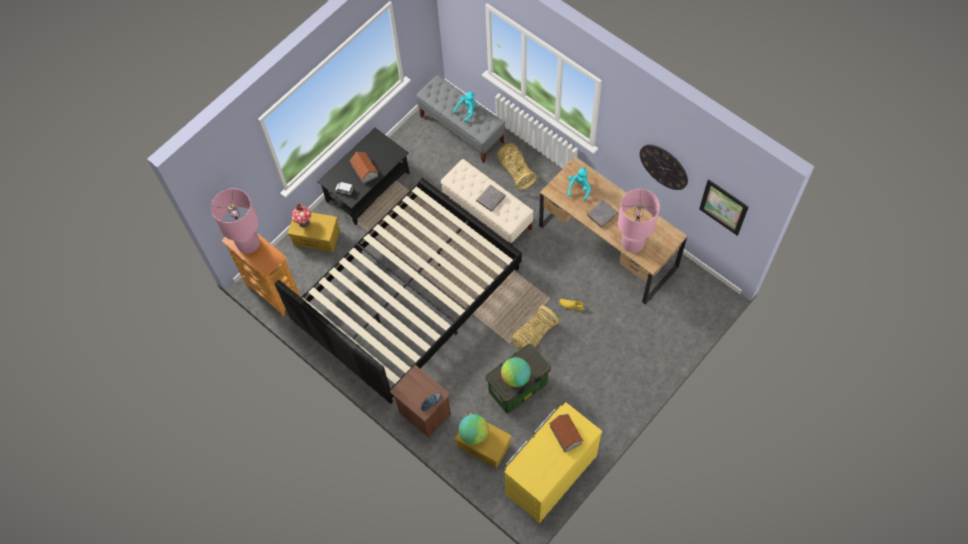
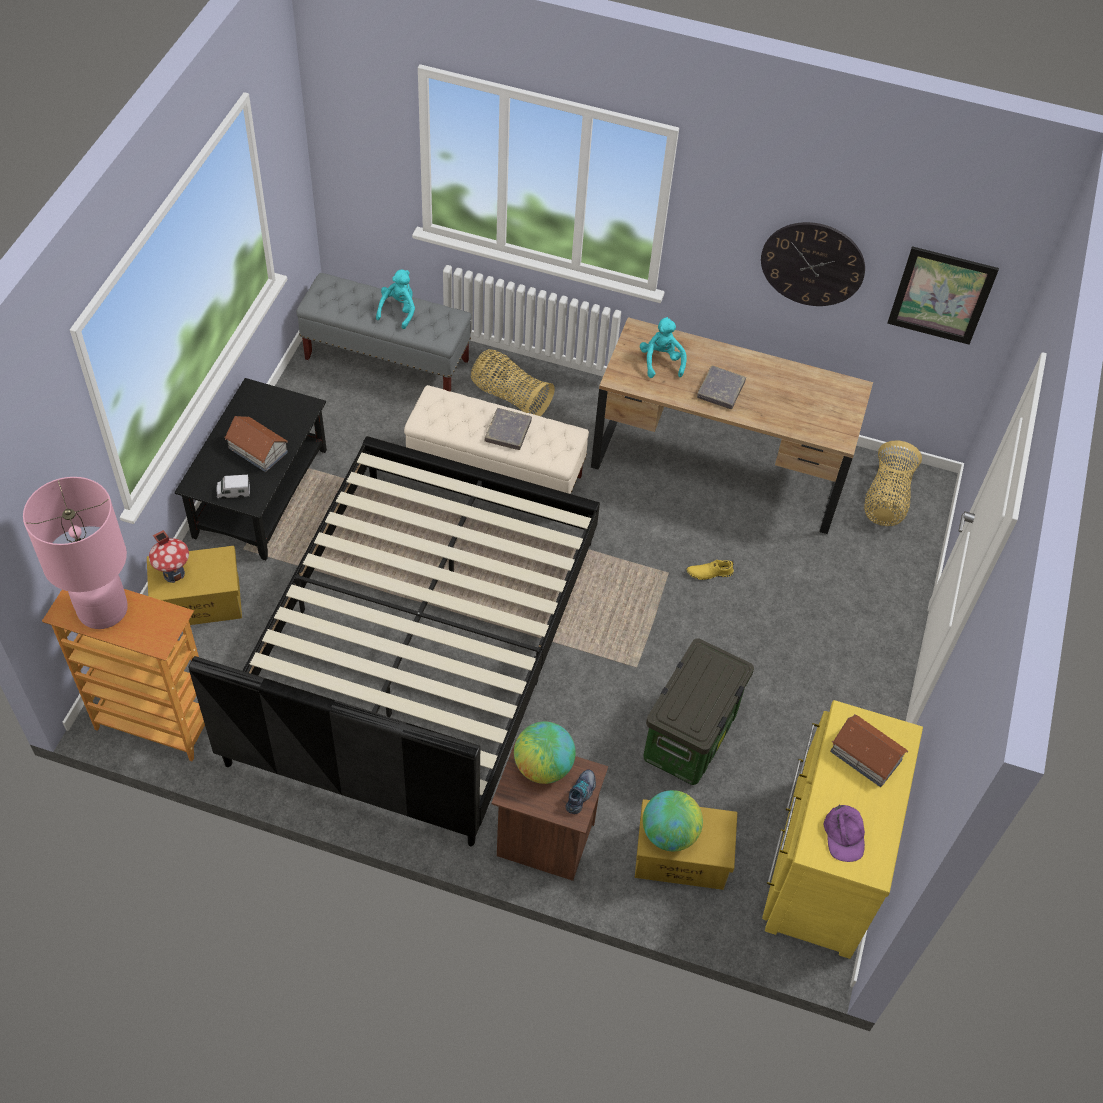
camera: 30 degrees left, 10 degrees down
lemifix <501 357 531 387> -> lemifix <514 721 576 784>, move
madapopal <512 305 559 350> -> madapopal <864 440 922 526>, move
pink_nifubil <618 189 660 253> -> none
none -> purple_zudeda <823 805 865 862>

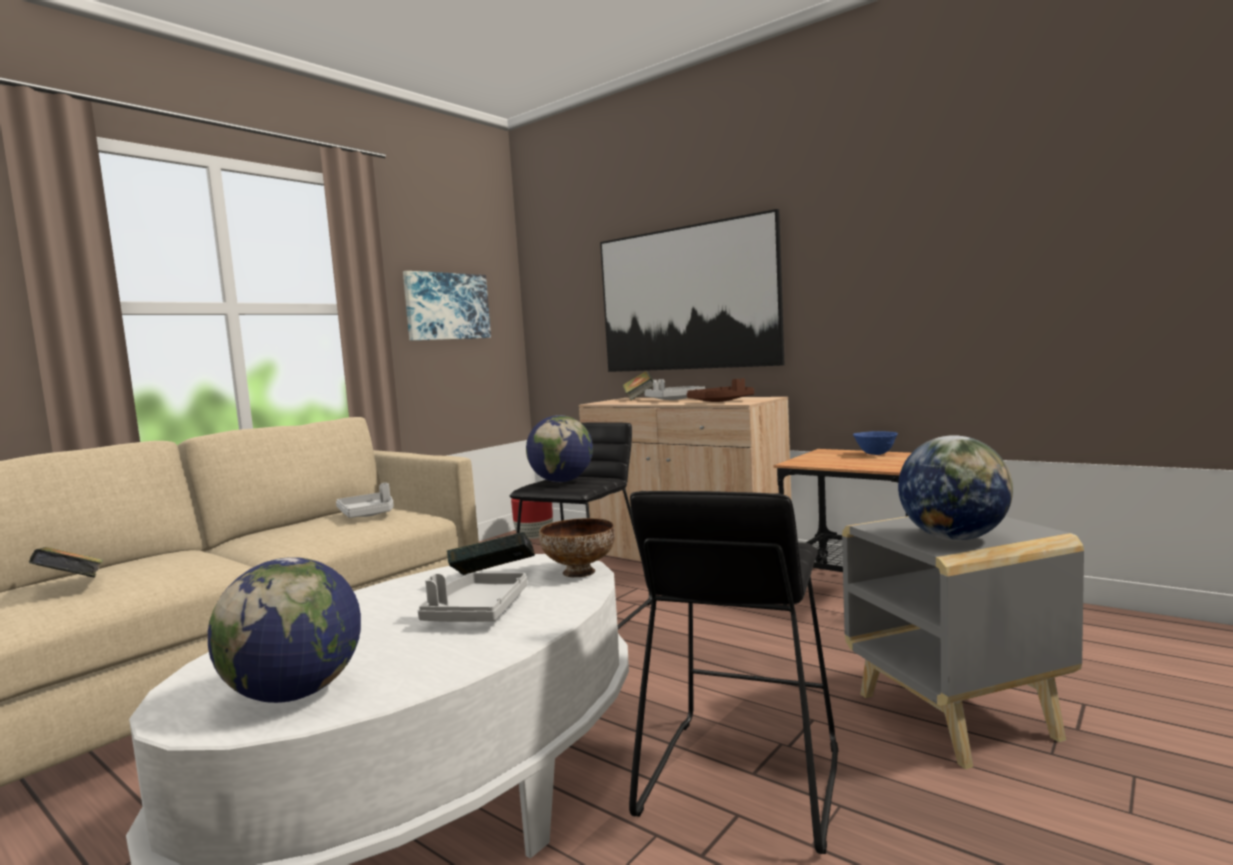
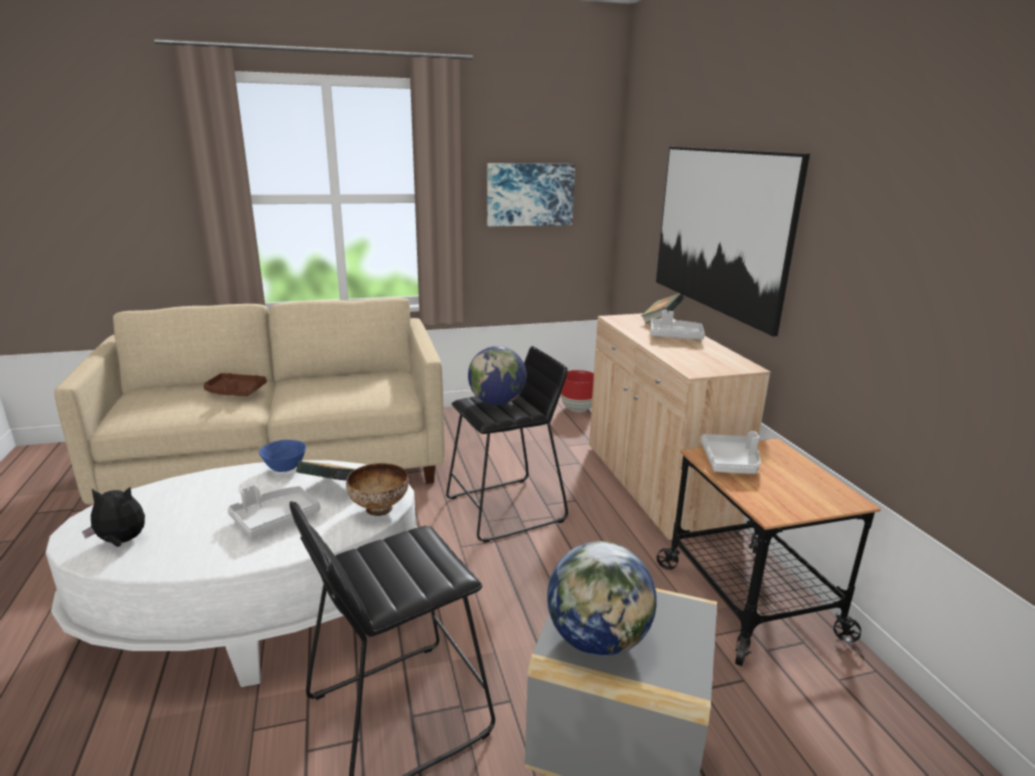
camera: 35 degrees right, 15 degrees up
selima <29 547 103 578> -> none
lemifix <208 557 361 703> -> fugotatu <82 487 145 547>
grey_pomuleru <336 483 394 518> -> grey_pomuleru <701 431 761 474>, move
brown_pomuleru <687 378 754 402> -> brown_pomuleru <203 373 267 396>, move
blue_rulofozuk <853 431 898 455> -> blue_rulofozuk <259 440 306 472>, move

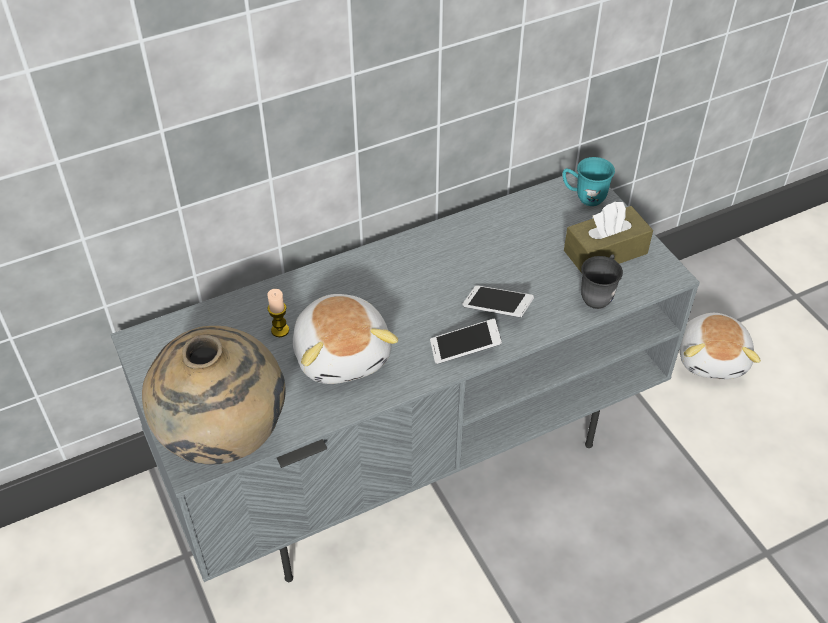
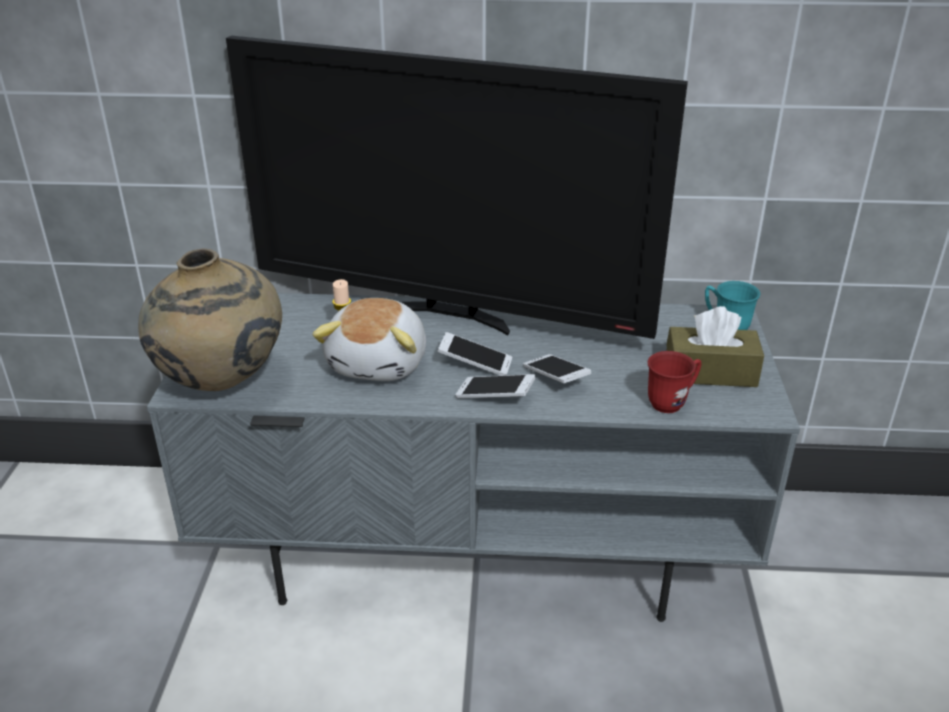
camera: 30 degrees right, 15 degrees down
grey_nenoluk <581 254 623 309> -> red_nenoluk <648 351 702 413>
fugotatu <679 313 761 379> -> none
none -> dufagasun <226 36 688 339>
none -> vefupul <438 332 512 375>

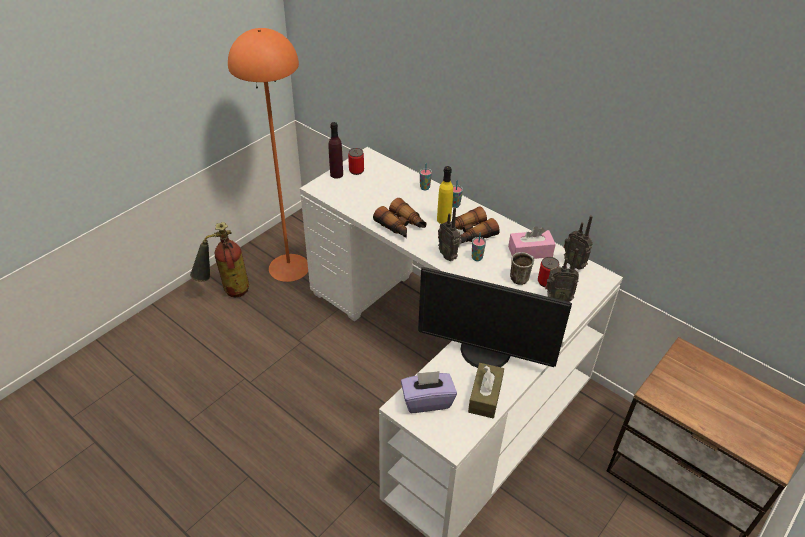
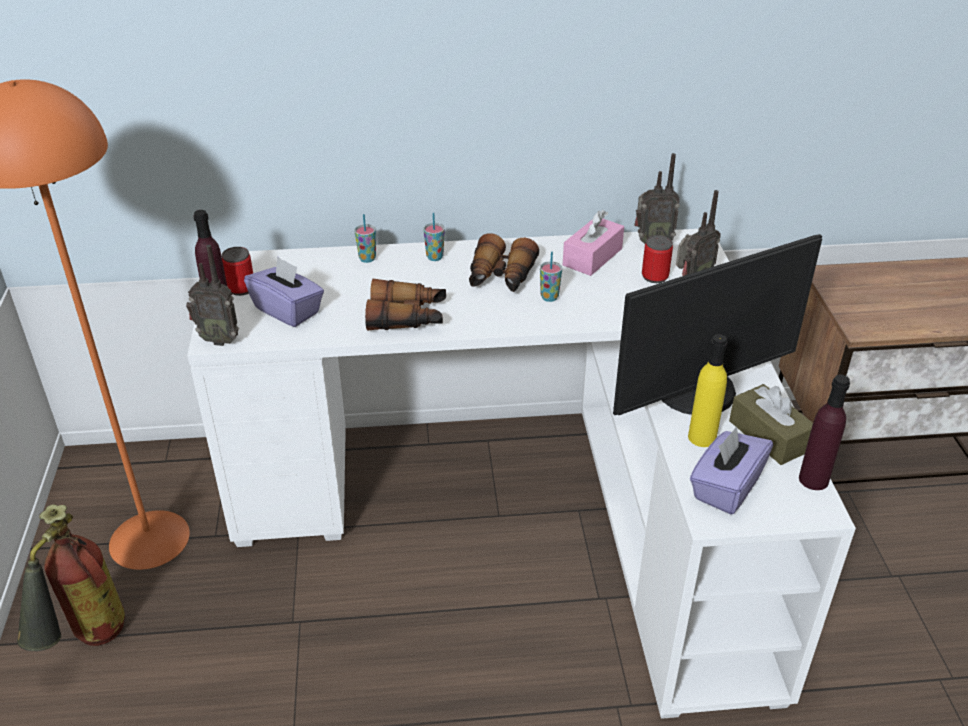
camera: 45 degrees left, 5 degrees down
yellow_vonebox <437 166 453 224> -> yellow_vonebox <688 334 727 447>, move
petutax <438 207 462 261> -> petutax <186 245 239 346>, move
nenoluk <510 252 534 285> -> none
none -> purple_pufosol <244 256 324 327>
none -> purple_vonebox <799 375 850 490>

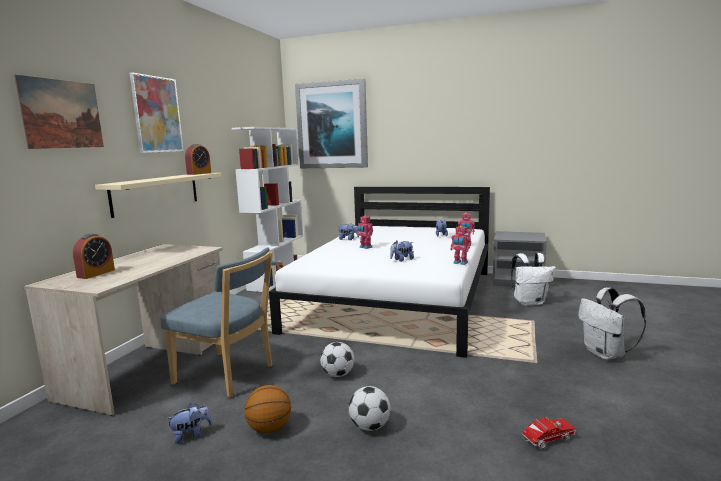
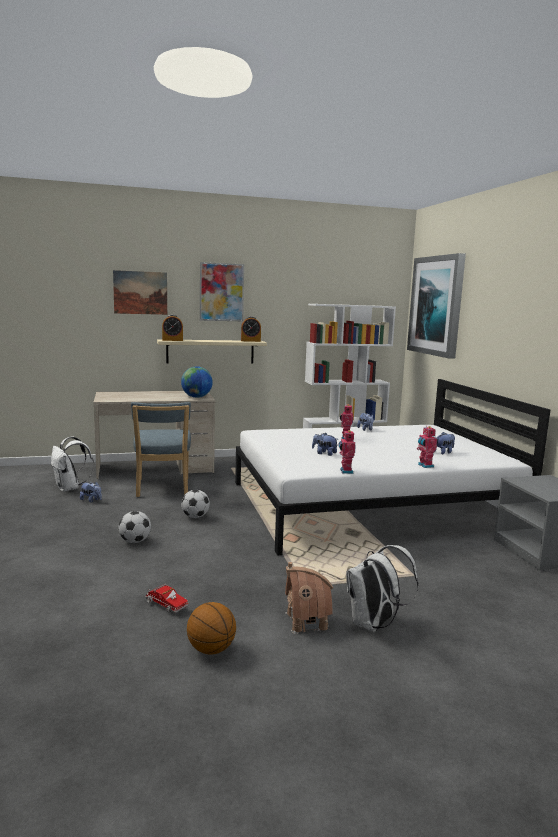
camera: 55 degrees right, 0 degrees up
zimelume <73 234 115 279> -> zimelume <162 315 183 341>, move
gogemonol <244 385 291 434> -> gogemonol <187 602 236 654>, move
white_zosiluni <511 253 556 306> -> white_zosiluni <51 436 94 492>, move
none -> lemifix <181 366 213 398>
none -> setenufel <285 562 333 634>

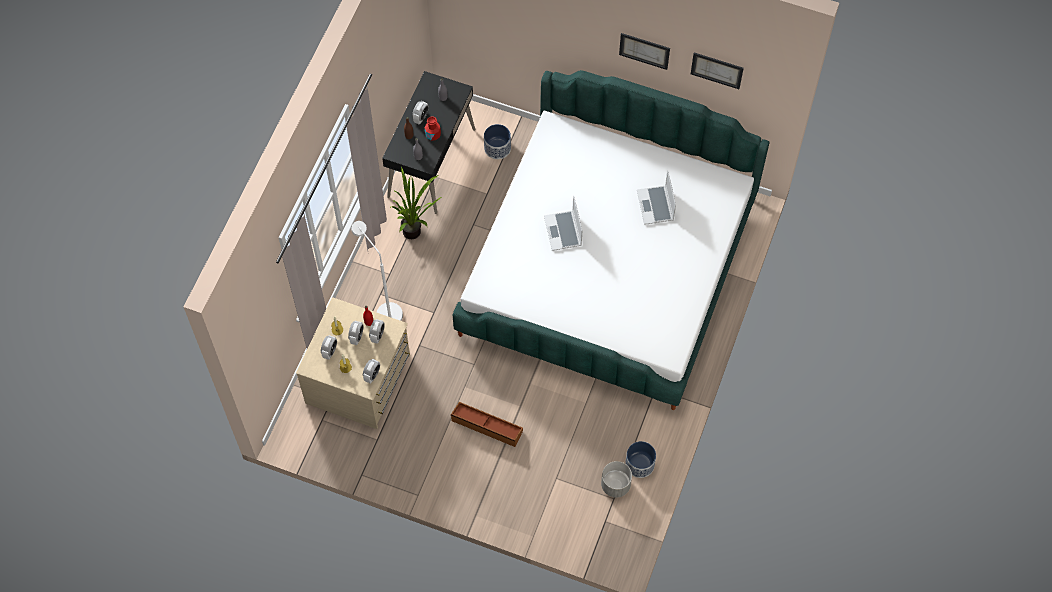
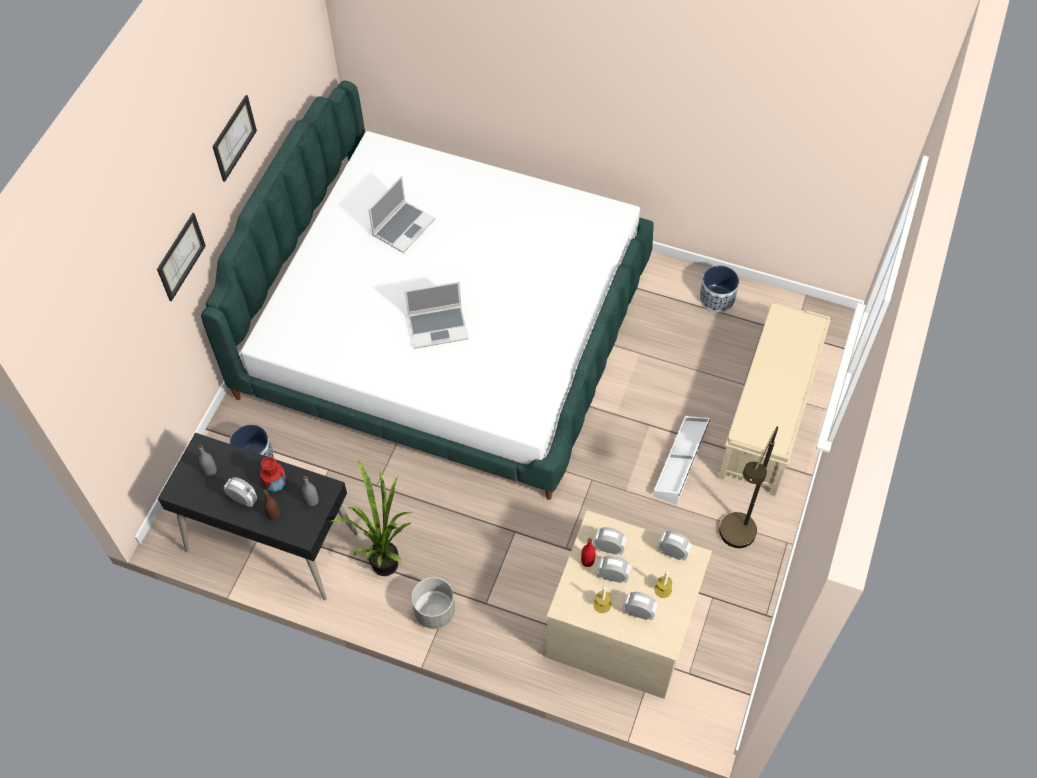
camera: 90 degrees left, 5 degrees down
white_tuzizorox <351 221 403 321> -> none
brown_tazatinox <451 402 523 447> -> white_tazatinox <653 416 710 505>
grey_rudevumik <601 461 632 497> -> grey_rudevumik <412 577 455 629>, move
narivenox <637 171 676 225> -> narivenox <369 176 435 253>, 45 degrees counterclockwise
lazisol <691 53 744 89> -> lazisol <157 213 206 301>, move
none -> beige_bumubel <718 303 831 496>
none -> brown_tuzizorox <719 427 778 548>

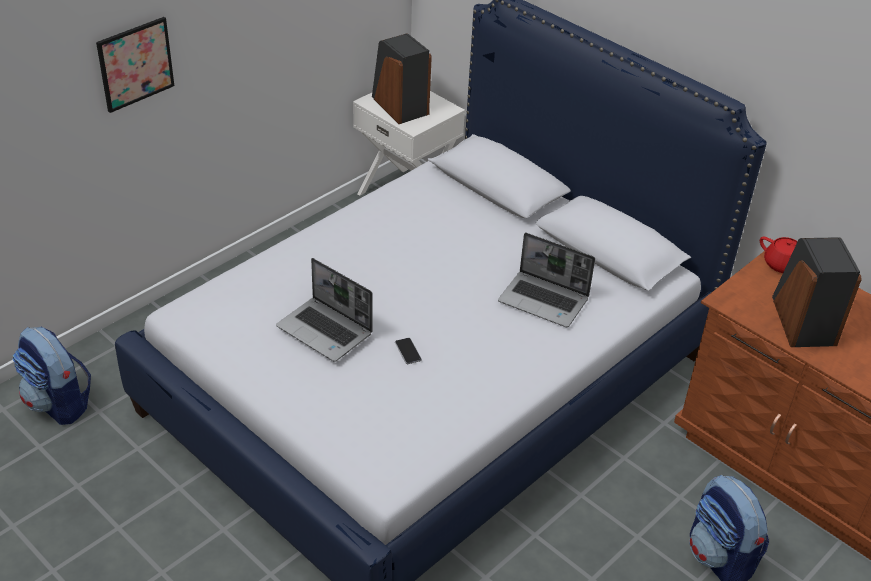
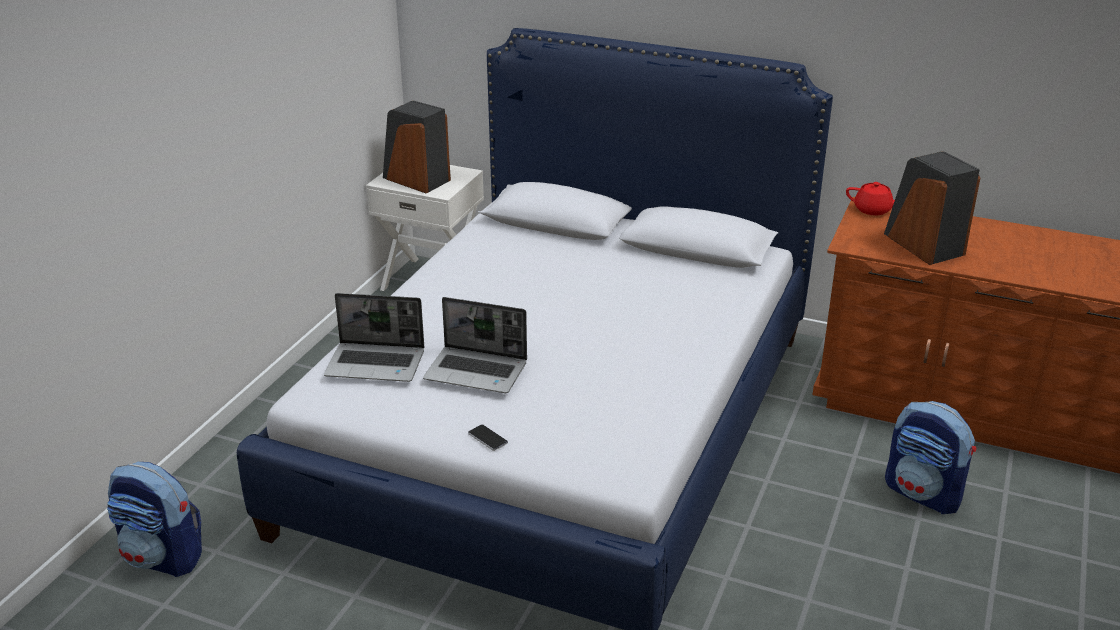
camera: 20 degrees left, 10 degrees down
lazisol <96 17 174 113> -> none
vefupul <395 338 422 364> -> vefupul <468 424 508 451>, move
narivenox <498 233 595 327> -> narivenox <324 293 424 382>, move

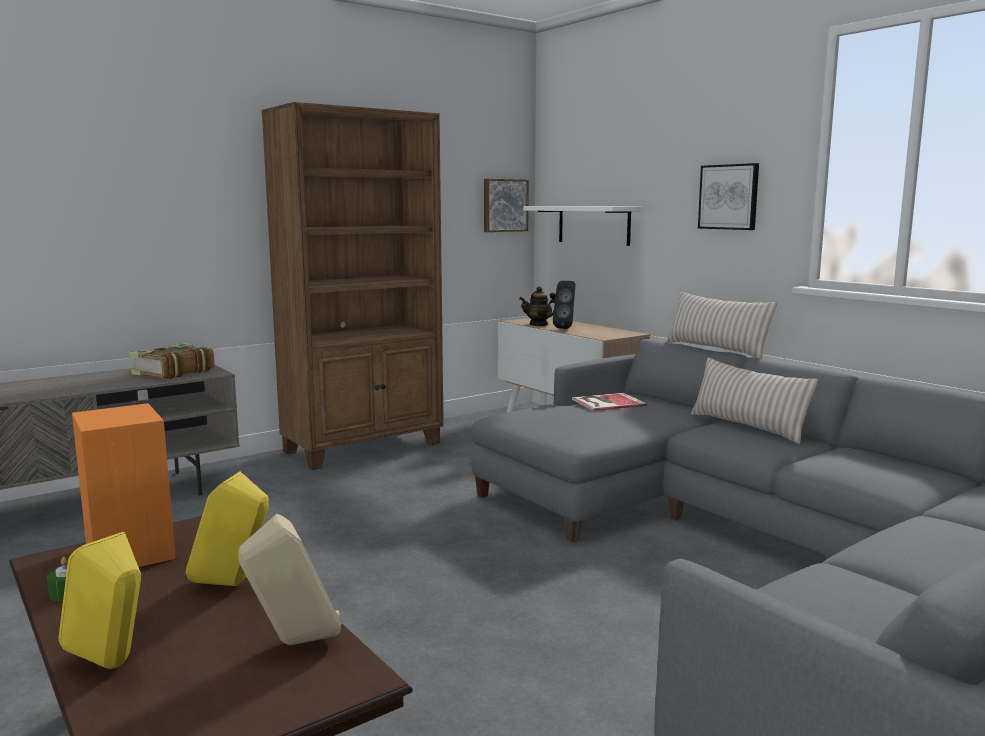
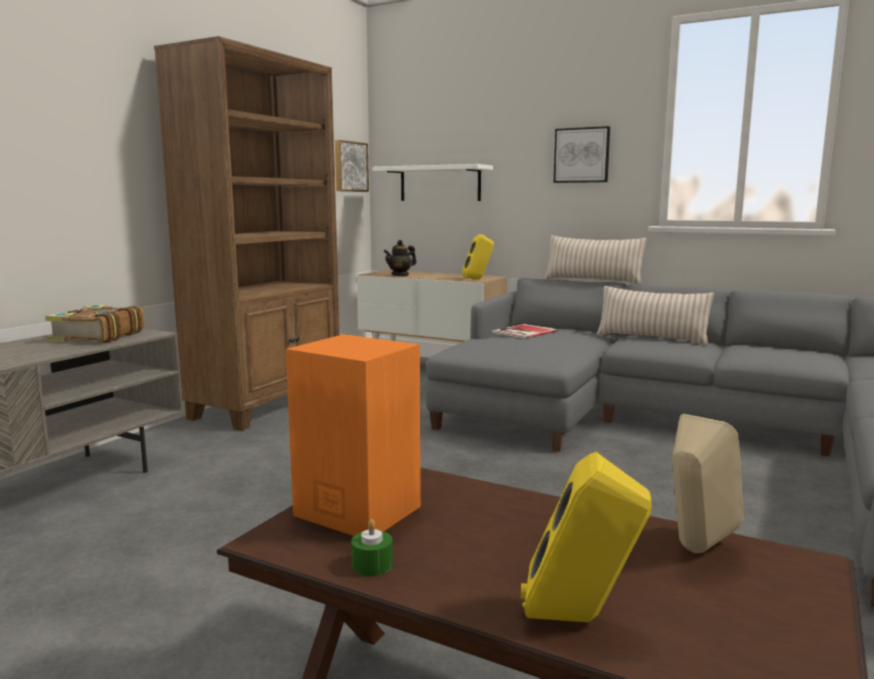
camera: 25 degrees left, 0 degrees up
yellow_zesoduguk <186 471 269 586> -> yellow_zesoduguk <462 234 494 279>, move
black_zesoduguk <553 281 575 329> -> none

